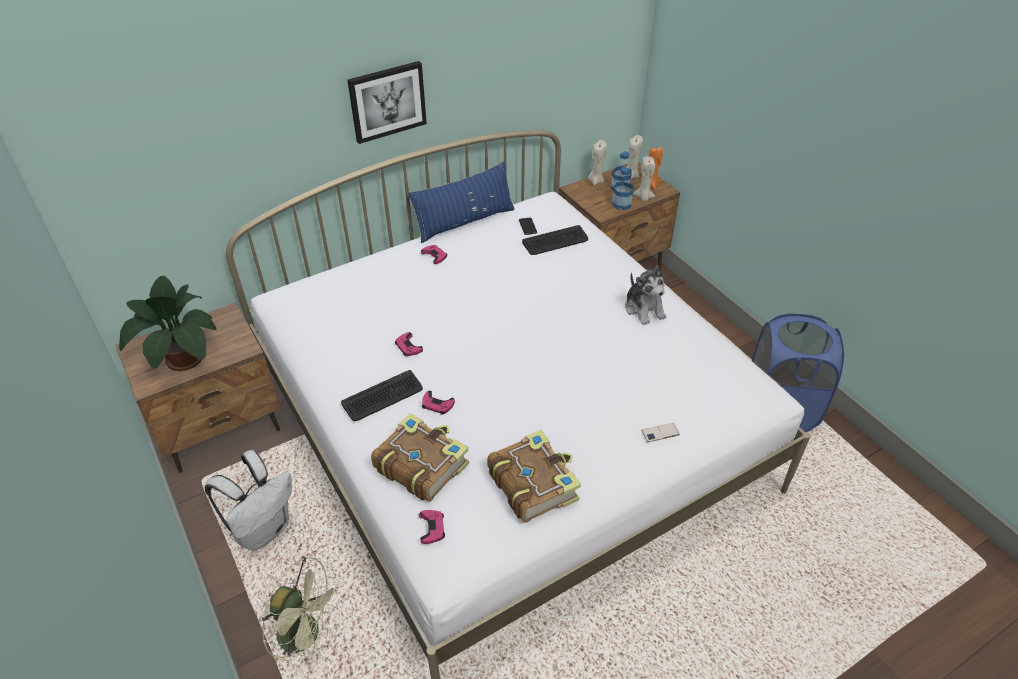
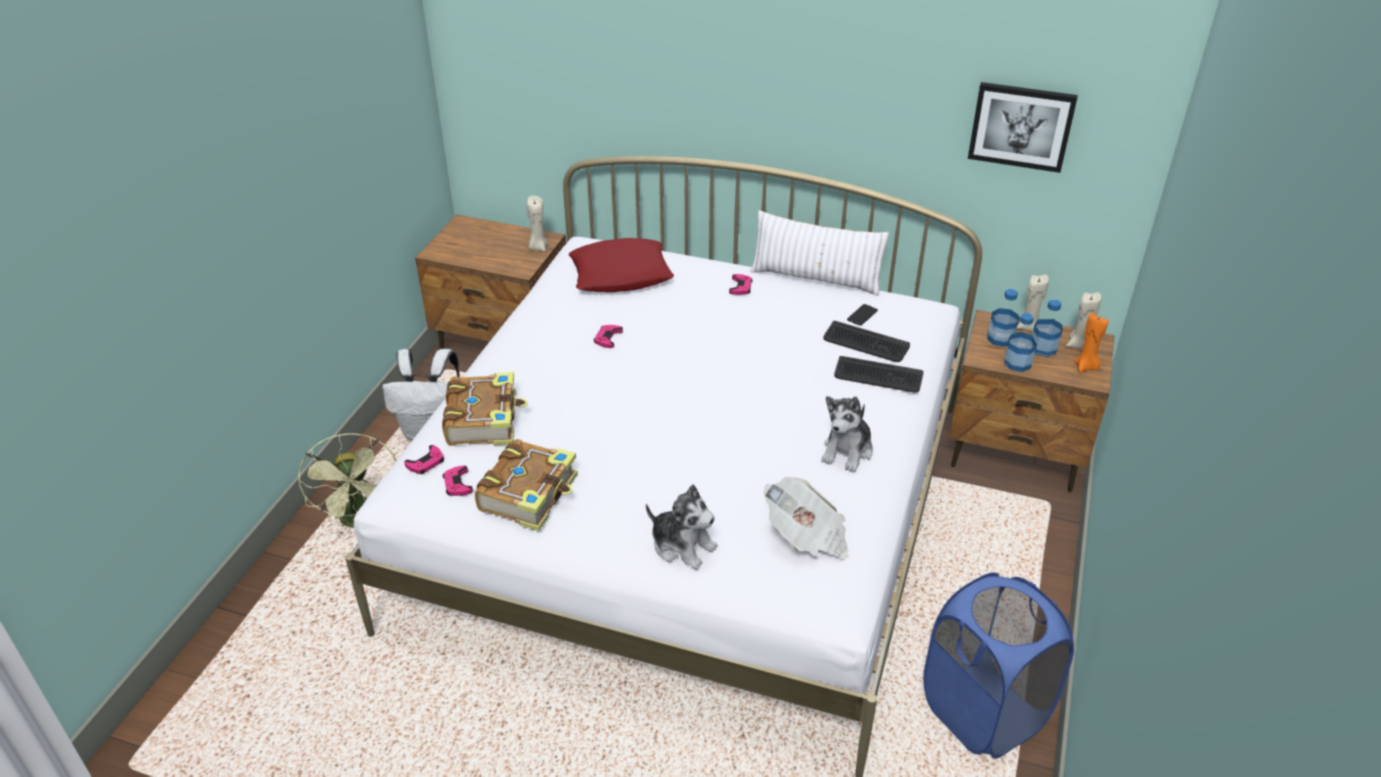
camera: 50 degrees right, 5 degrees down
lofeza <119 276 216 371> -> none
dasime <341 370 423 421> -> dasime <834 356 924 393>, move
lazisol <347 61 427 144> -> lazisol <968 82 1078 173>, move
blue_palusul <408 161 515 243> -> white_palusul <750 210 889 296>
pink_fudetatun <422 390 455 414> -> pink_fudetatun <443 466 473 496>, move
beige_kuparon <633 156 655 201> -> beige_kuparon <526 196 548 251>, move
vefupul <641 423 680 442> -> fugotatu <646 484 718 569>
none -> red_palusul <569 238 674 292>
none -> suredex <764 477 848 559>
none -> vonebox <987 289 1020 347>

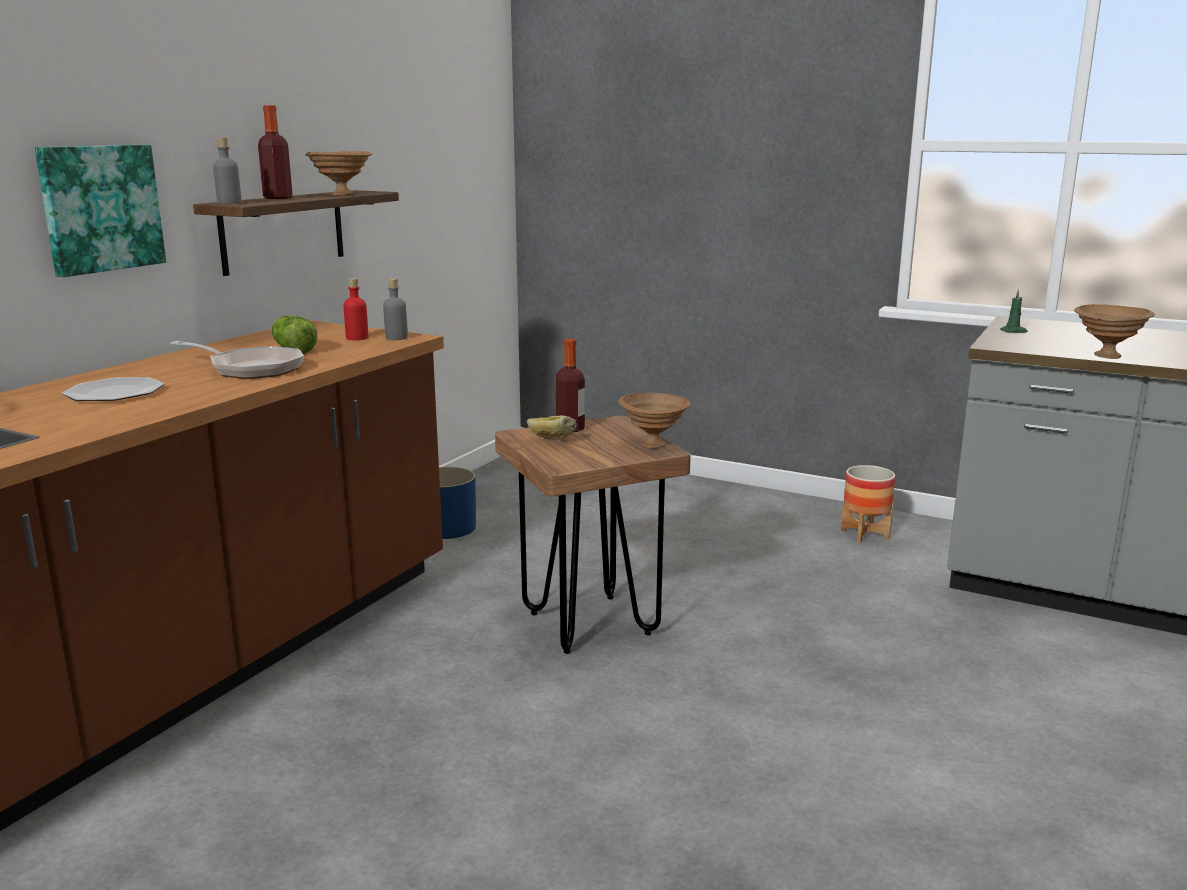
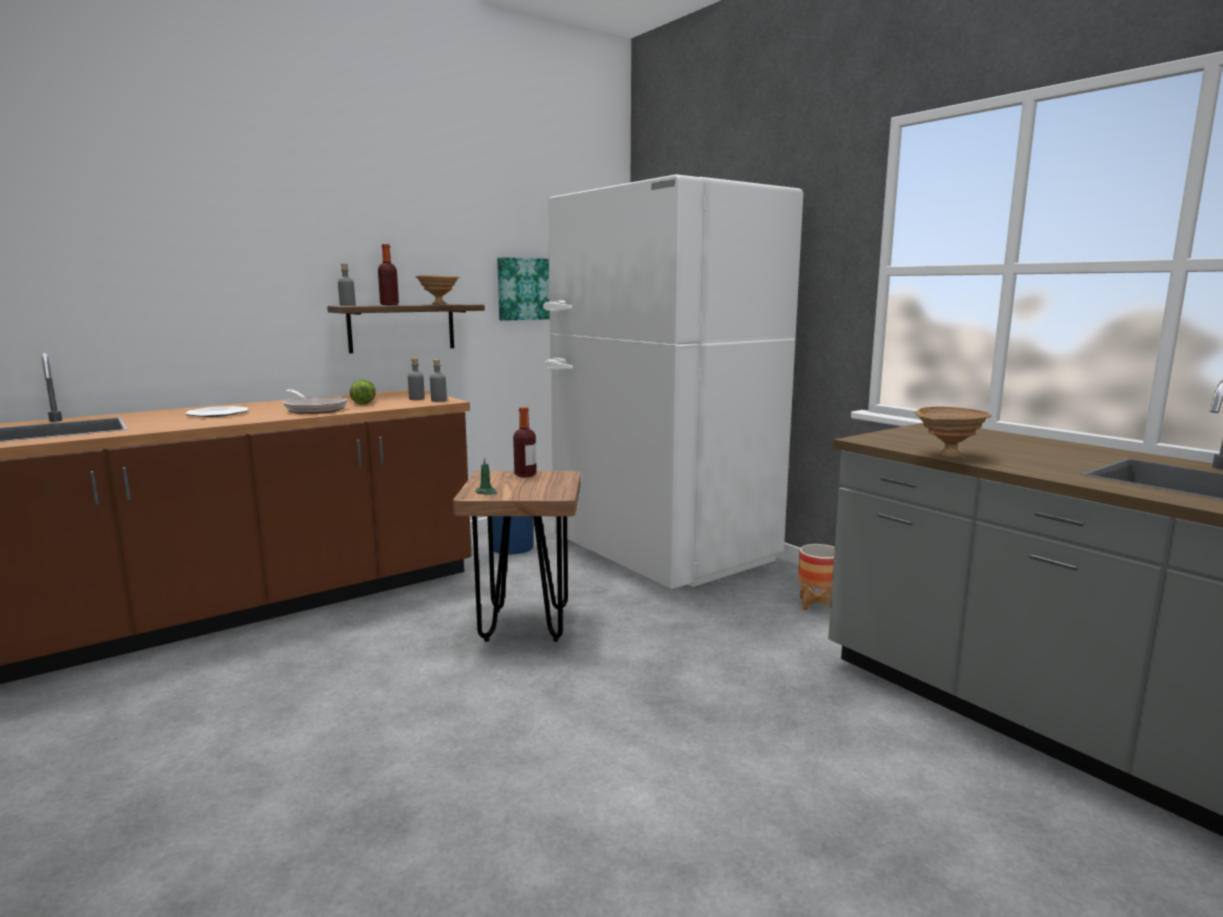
camera: 25 degrees right, 5 degrees down
lazisol <35 145 166 277> -> lazisol <497 257 550 321>, move
red_vonebox <344 278 368 340> -> grey_vonebox <408 358 425 400>
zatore <526 415 577 439> -> none
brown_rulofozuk <619 393 691 449> -> none
green_kuparon <1000 289 1028 333> -> green_kuparon <475 456 497 495>, move
none -> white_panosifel <543 174 803 589>

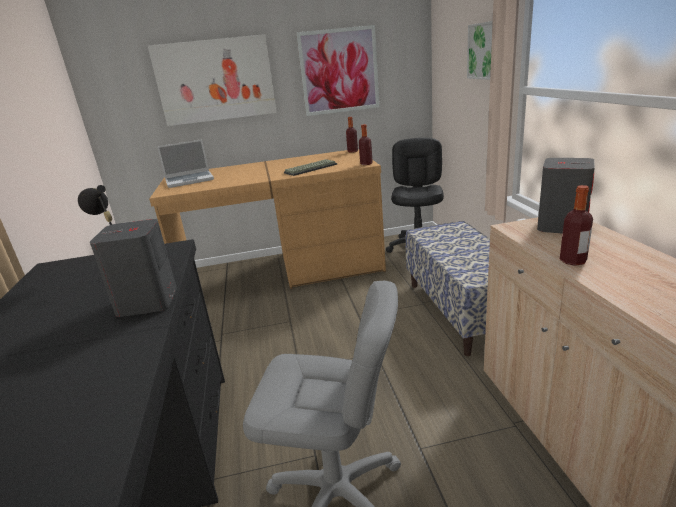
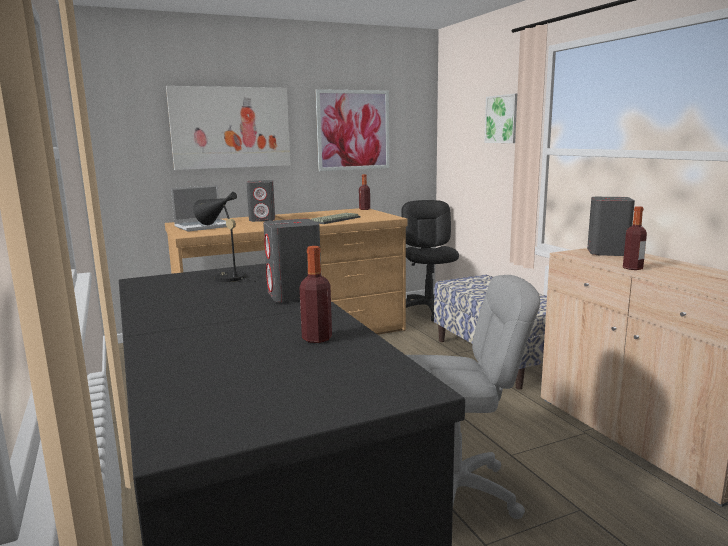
camera: 15 degrees left, 10 degrees down
vonebox <359 124 373 165> -> vonebox <300 246 332 343>, move
none -> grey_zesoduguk <246 180 275 222>

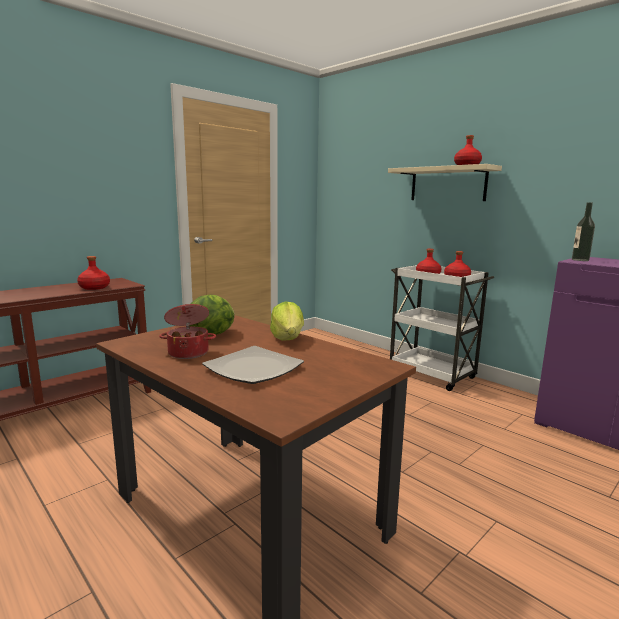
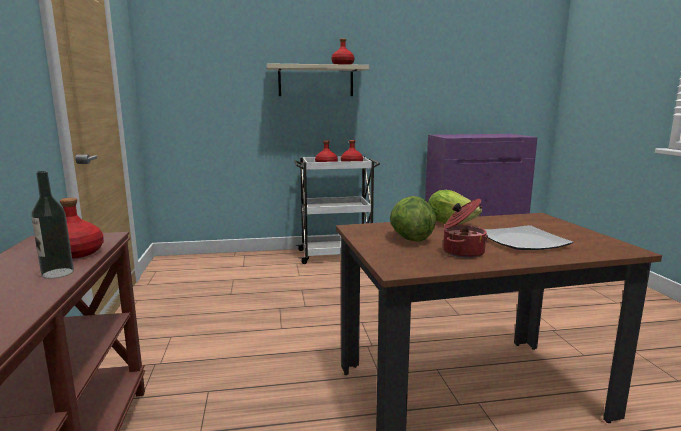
camera: 55 degrees left, 0 degrees up
vonebox <572 202 595 261> -> vonebox <31 171 74 279>, move

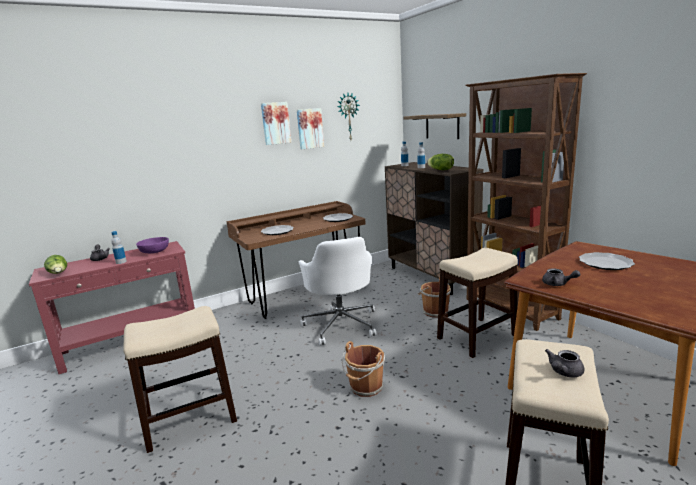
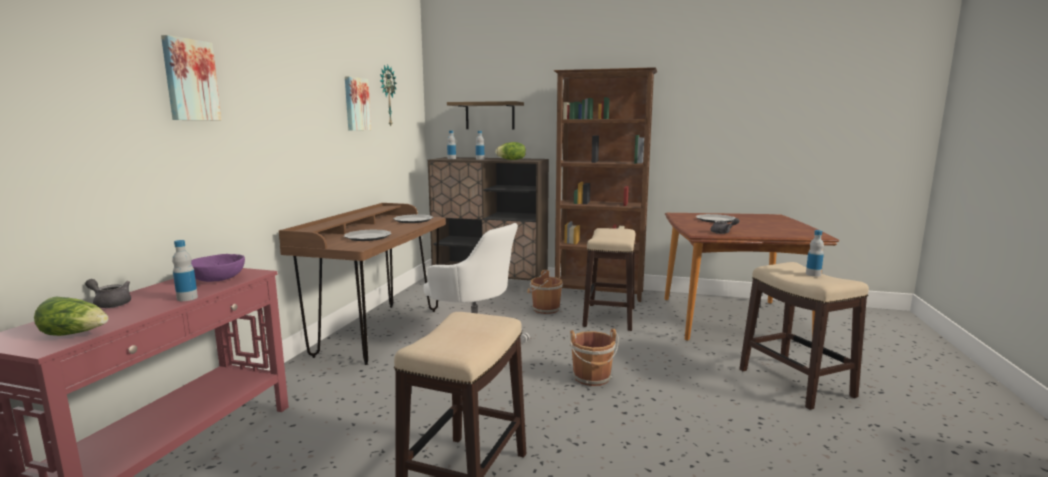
camera: 45 degrees left, 5 degrees down
lazisol <261 102 291 145> -> lazisol <161 35 221 120>, move
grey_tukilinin <545 349 584 378> -> vonebox <806 230 824 277>

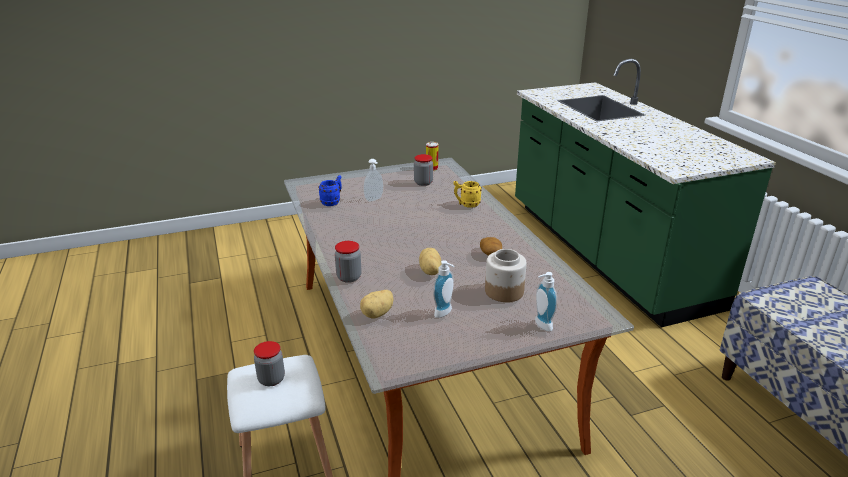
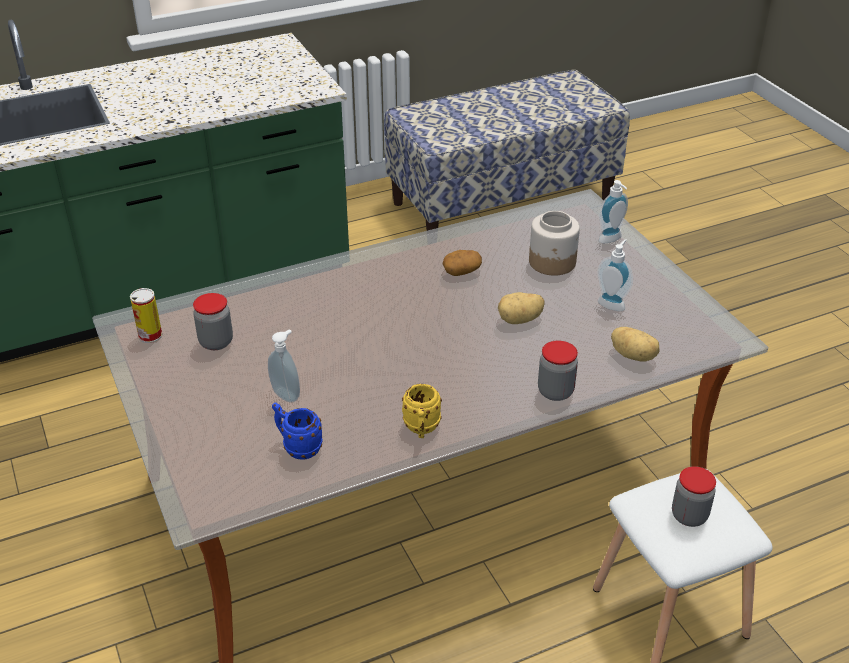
camera: 95 degrees left, 10 degrees up
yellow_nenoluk <453 181 481 208> -> yellow_nenoluk <402 384 442 438>, move

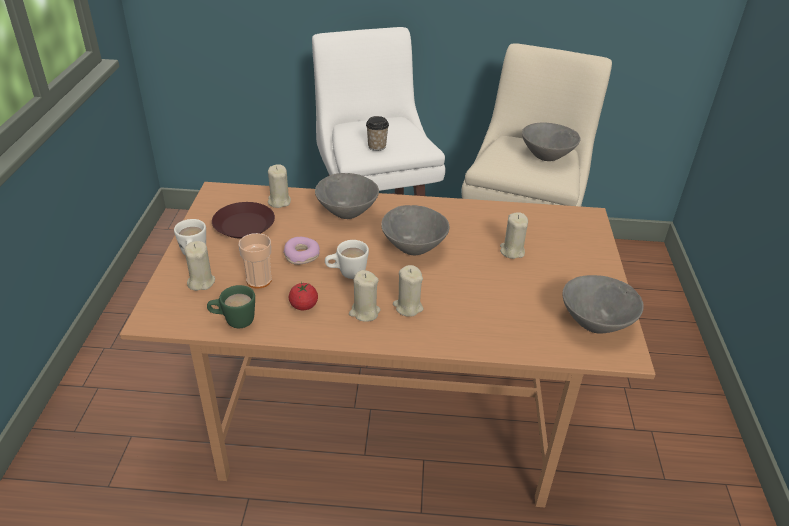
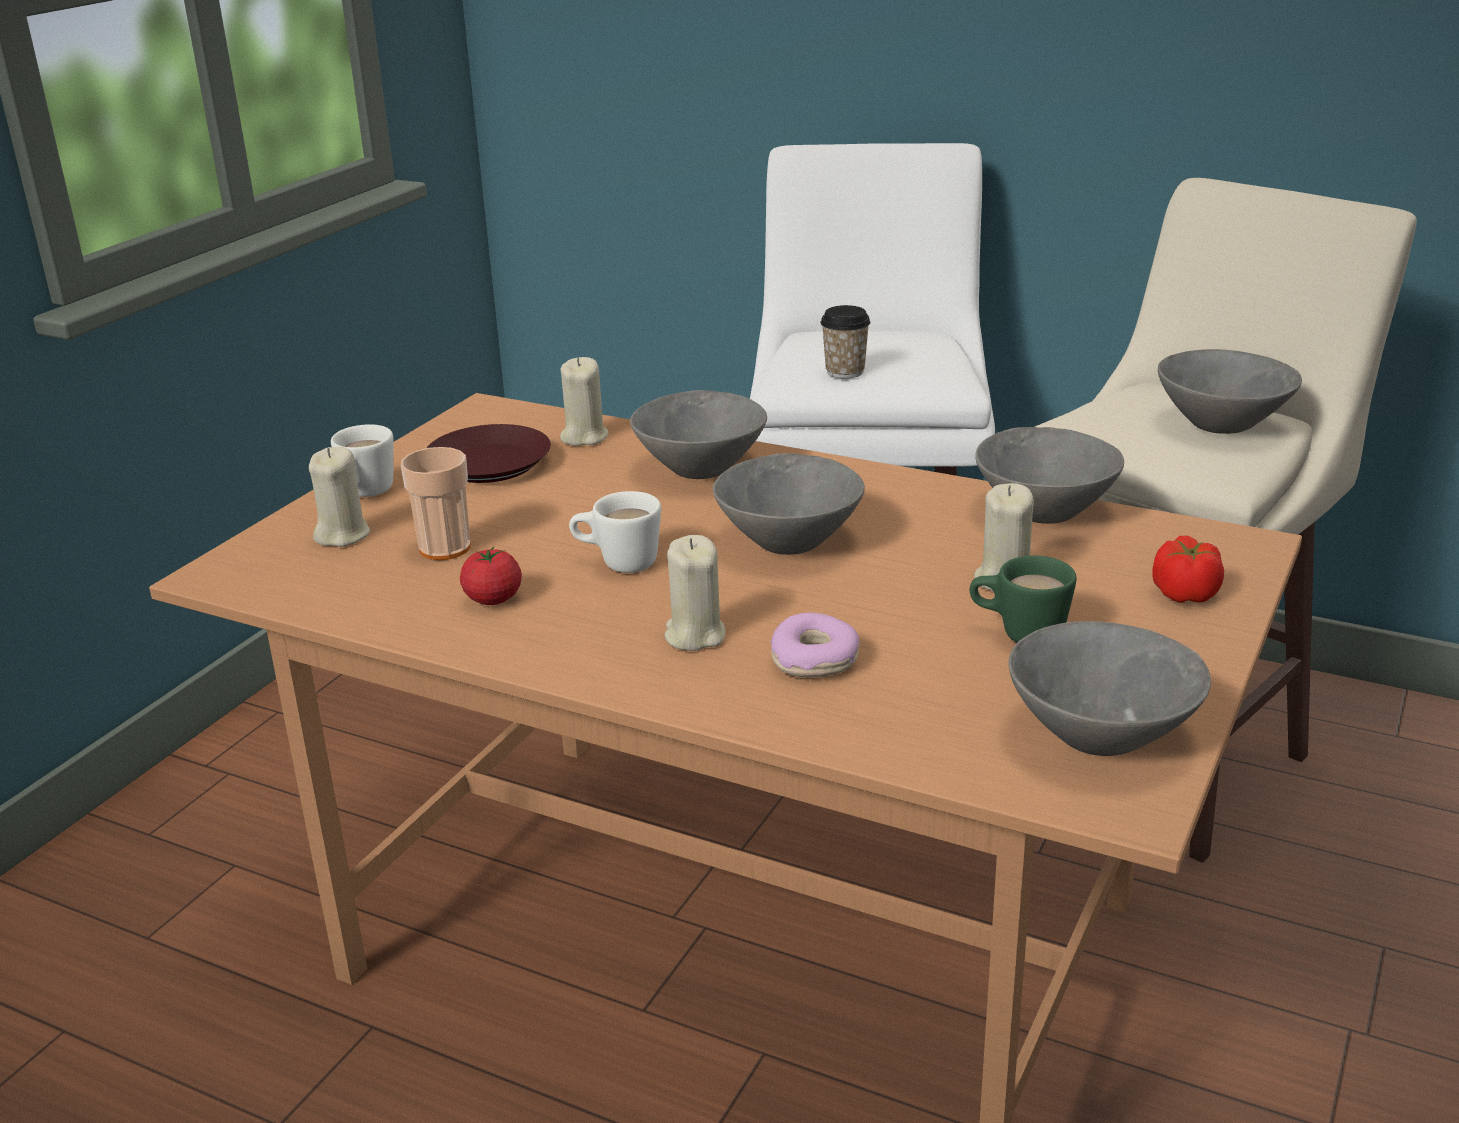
camera: 25 degrees right, 10 degrees down
green_nenoluk <207 285 255 328> -> green_nenoluk <970 556 1077 643>, move
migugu <283 237 320 265> -> migugu <770 613 860 677>, move
beige_kuparon <349 270 380 322> -> none
none -> grey_rulofozuk <975 427 1124 524>
none -> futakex <1152 536 1224 603>

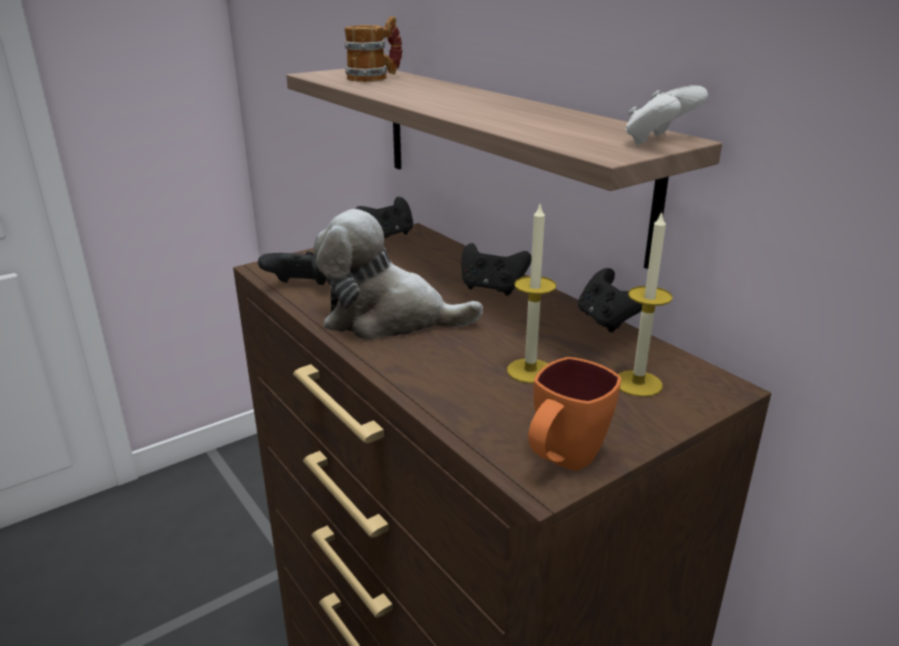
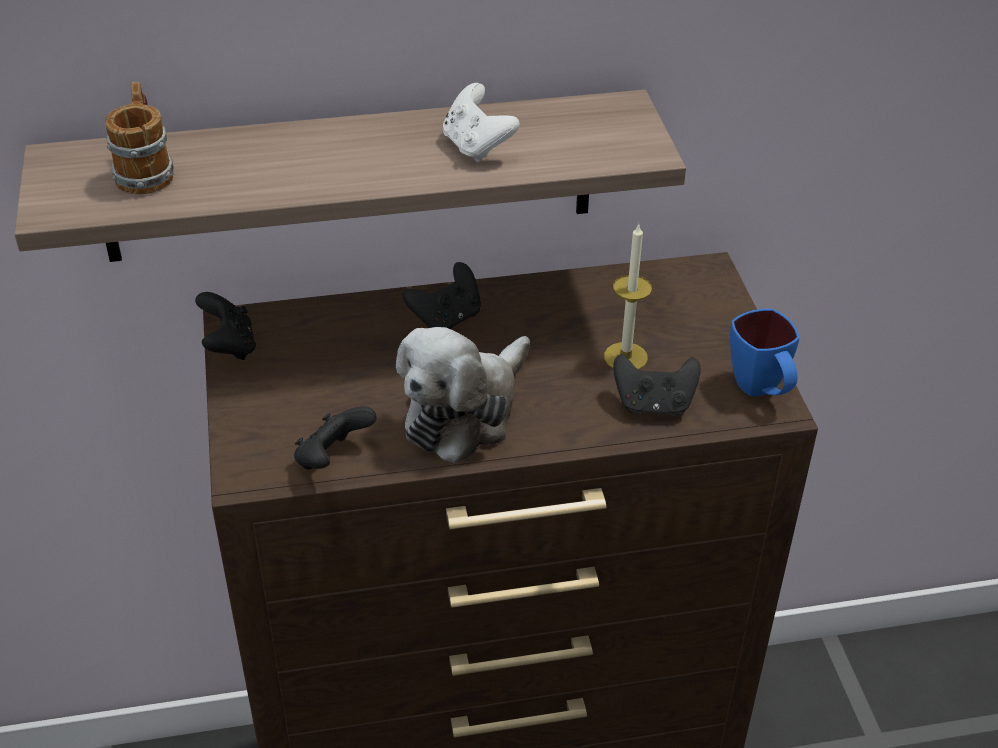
camera: 65 degrees left, 15 degrees up
orange_nenoluk <528 357 621 471> -> blue_nenoluk <730 309 800 396>
black_fudetatun <578 268 642 333> -> black_fudetatun <613 354 700 416>, move
kuparon <618 211 672 397> -> none
white_fudetatun <625 85 708 145> -> white_fudetatun <443 83 520 162>, move

